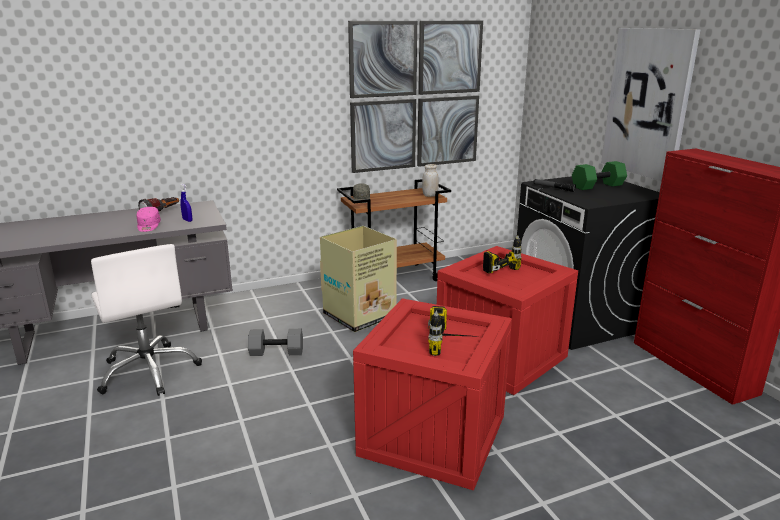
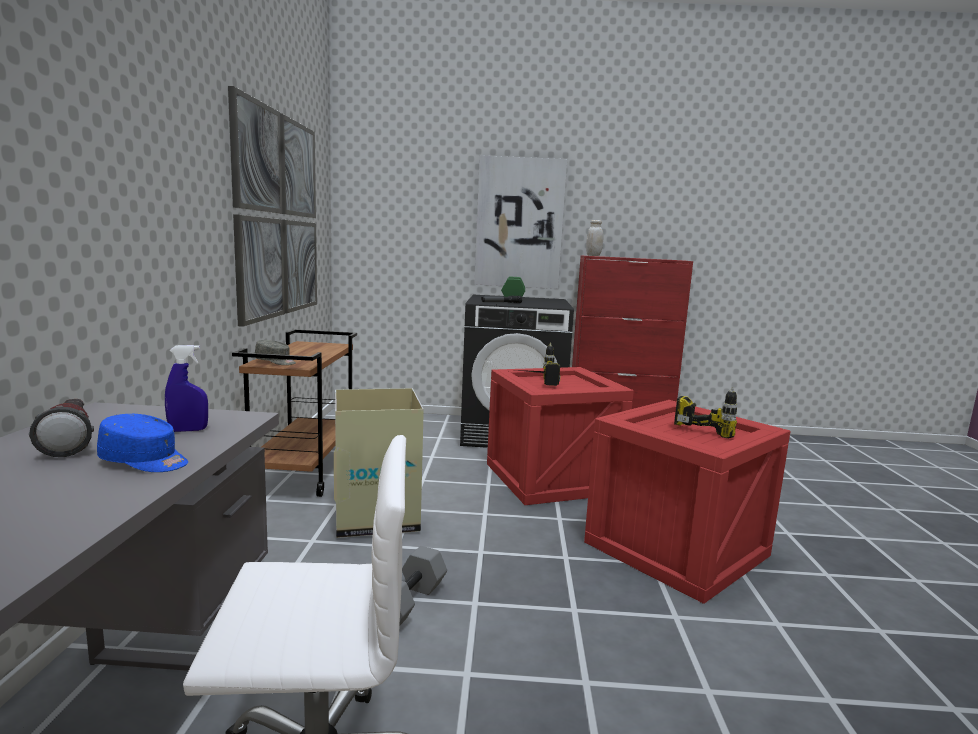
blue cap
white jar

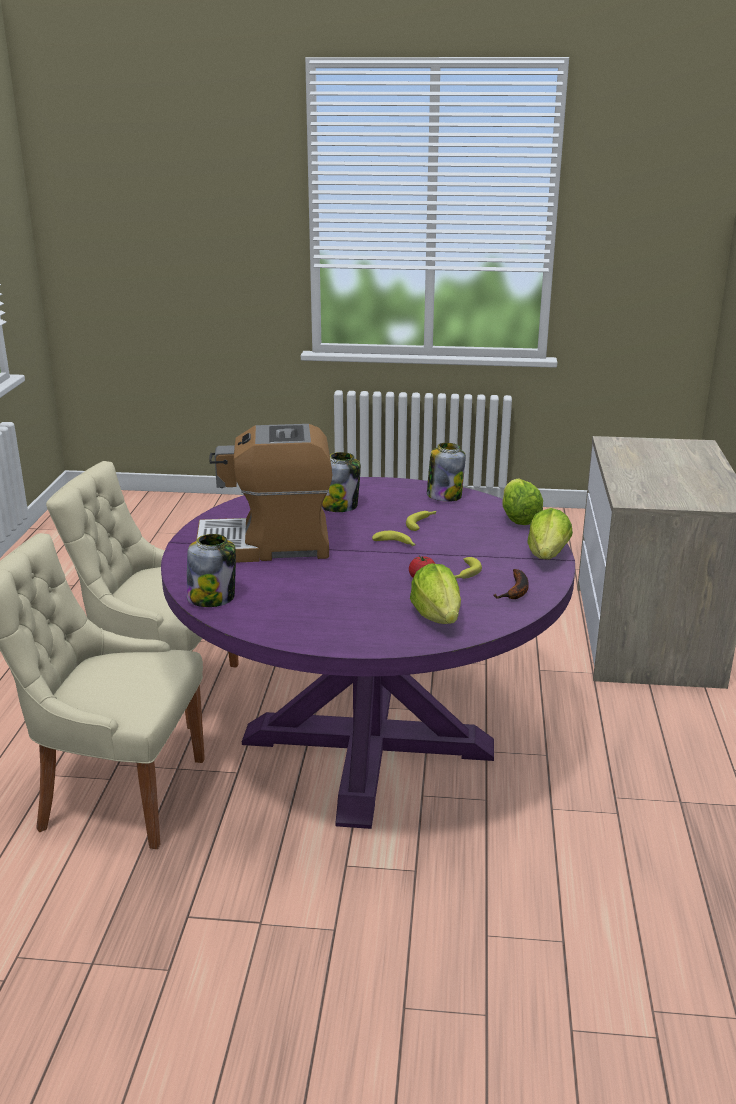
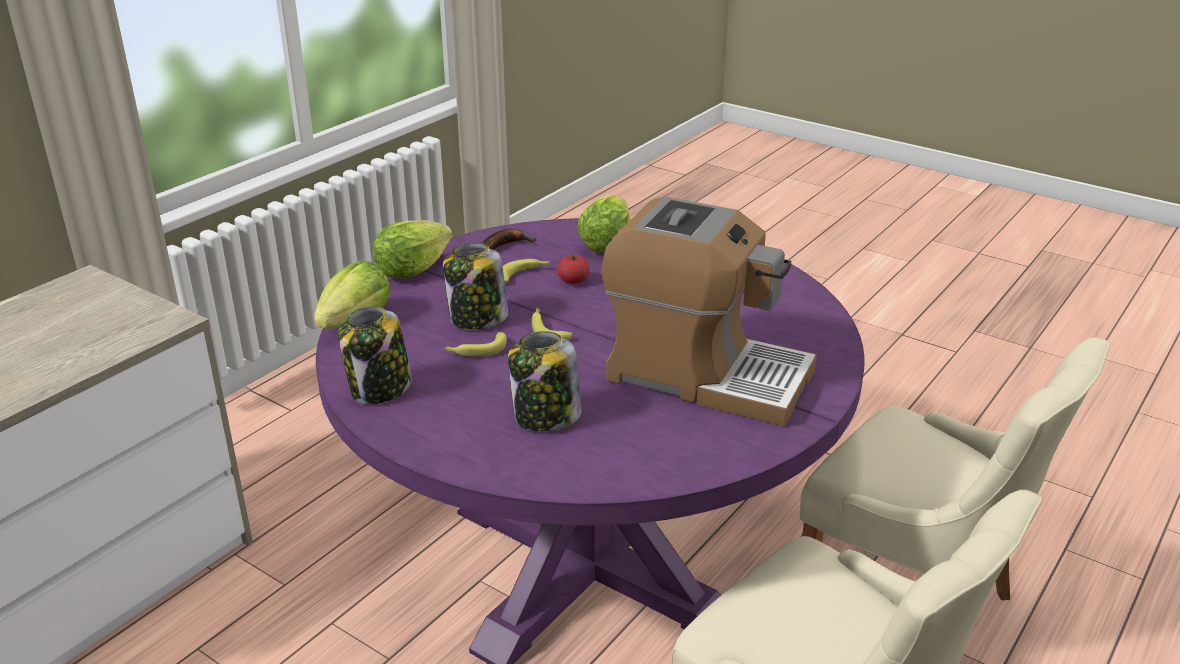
jar (2nd from left)

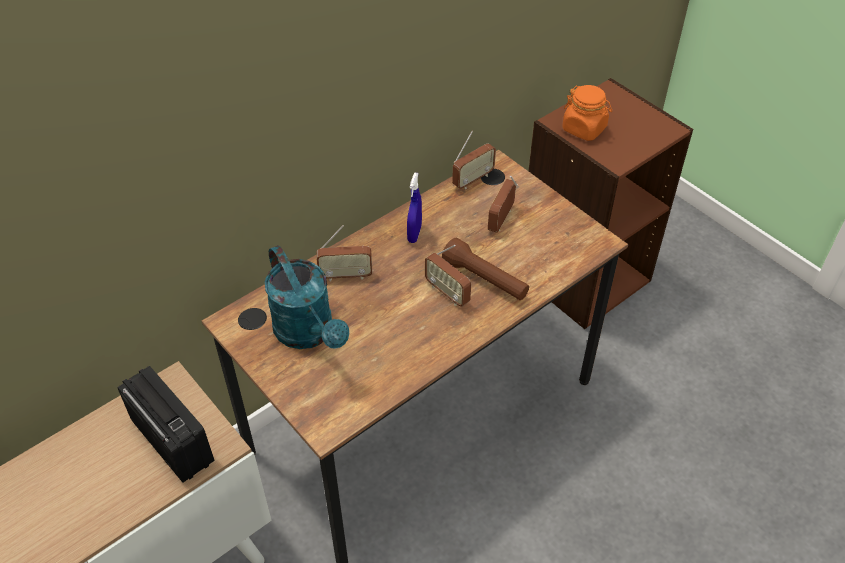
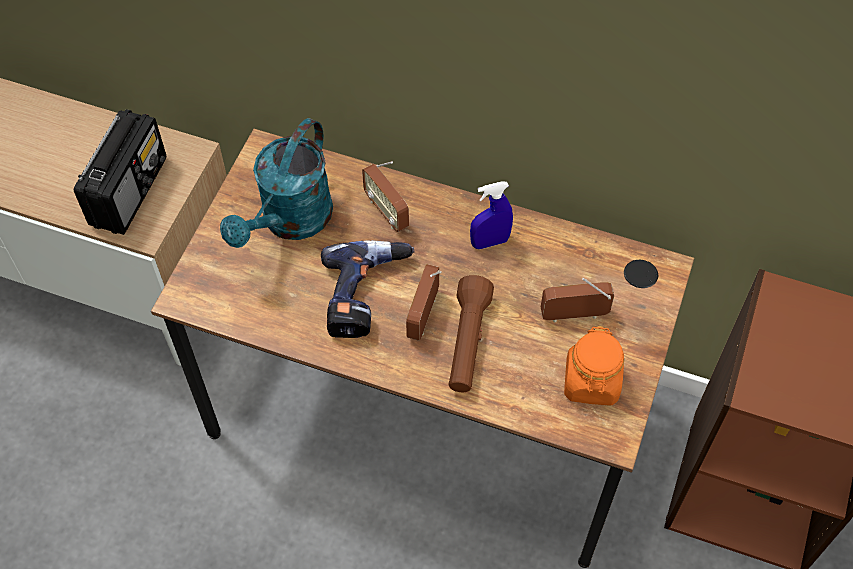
power drill
orange jar
radio (4th from left in the first image)

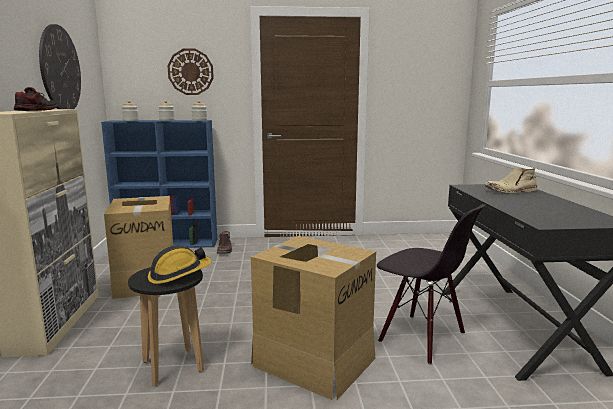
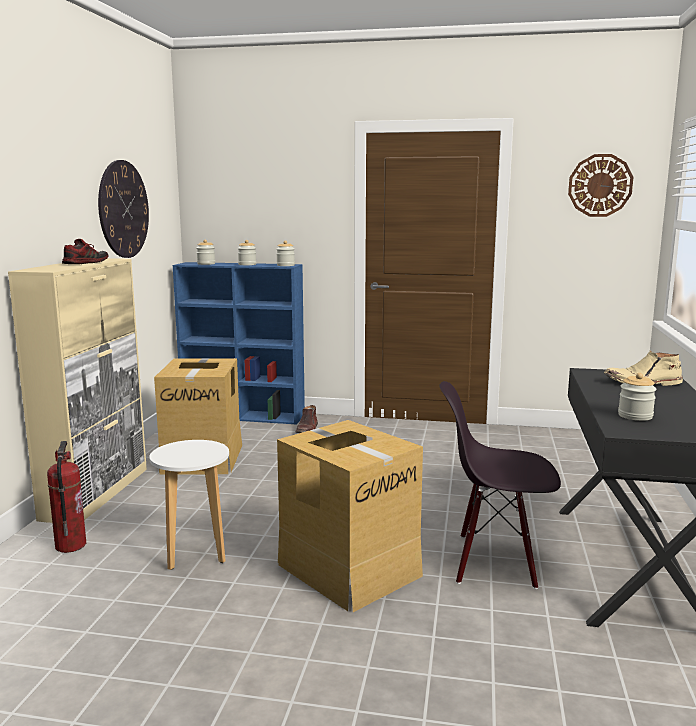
fire extinguisher
white stool
black chair
wall clock (2nd from left)
jar (4th from left)
hard hat

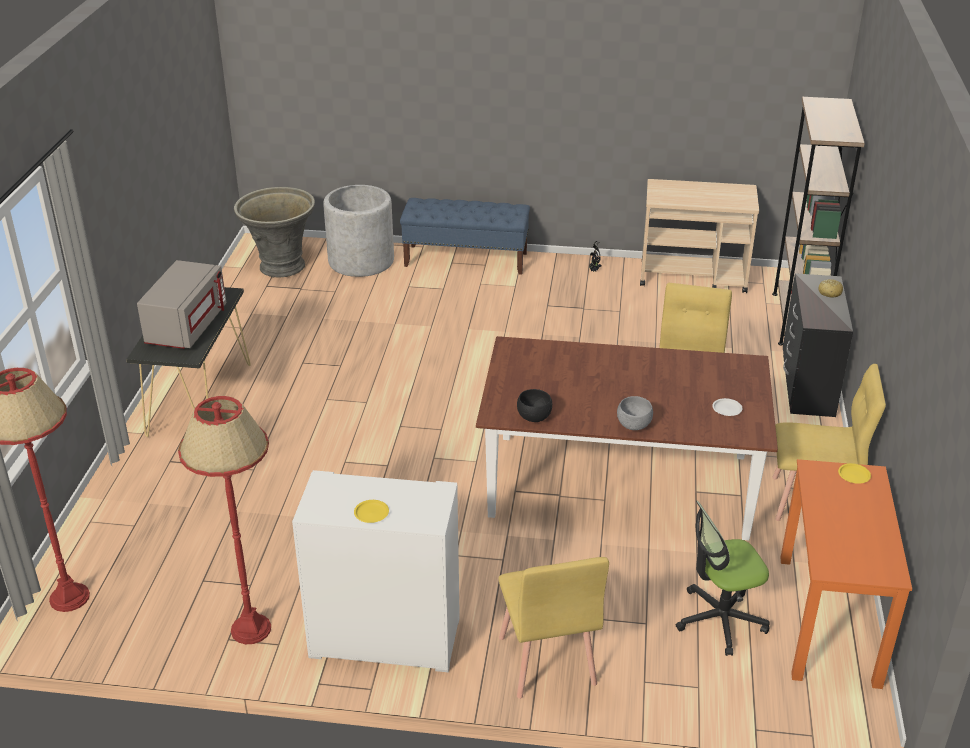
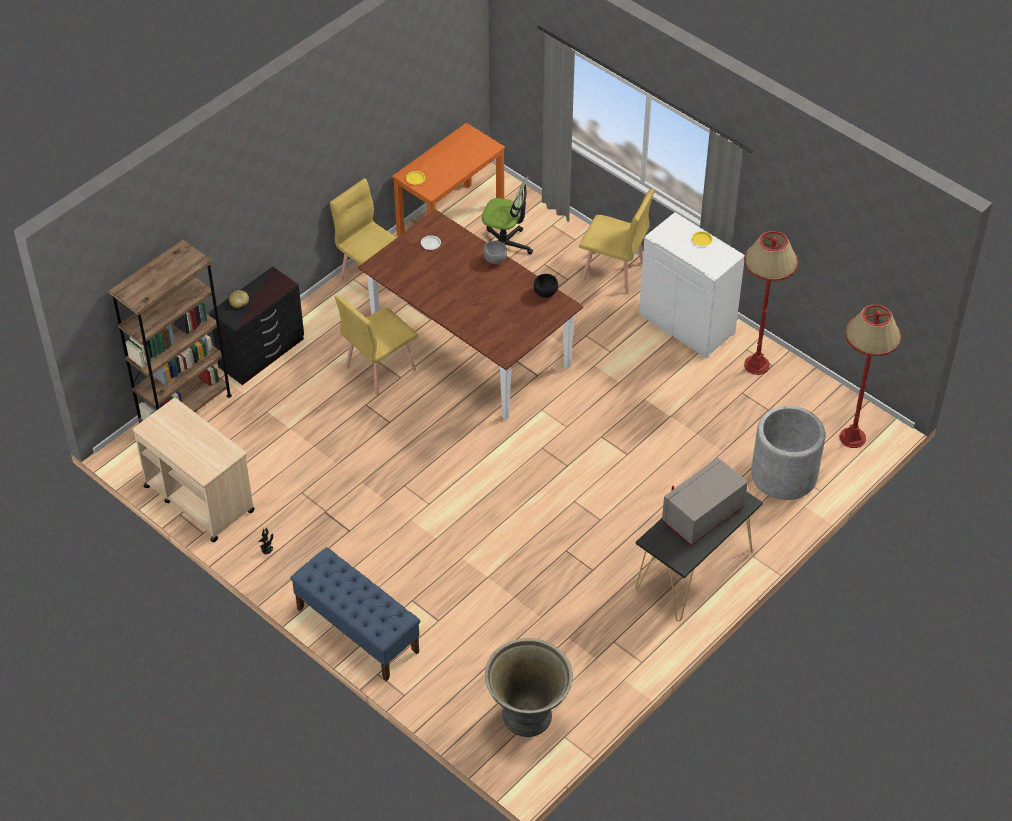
yellow chair (3rd from left)
grey planter (2nd from left)

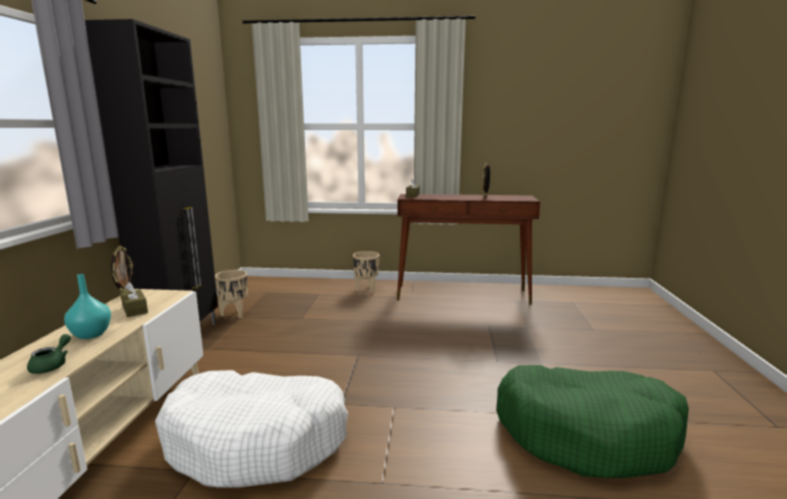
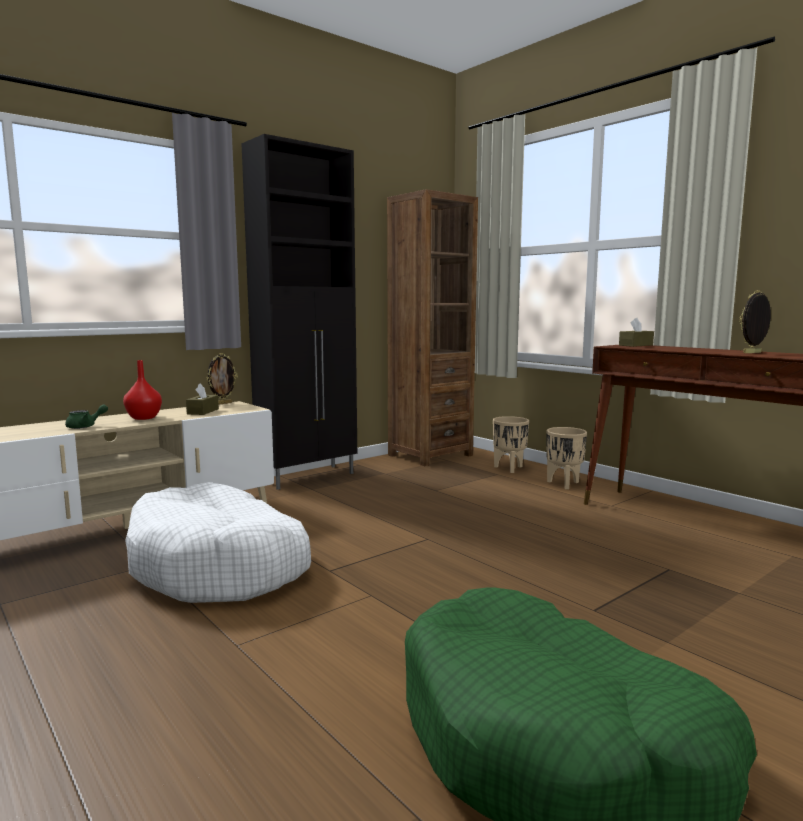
red vase
brown bookcase
beige planter (1st from left)

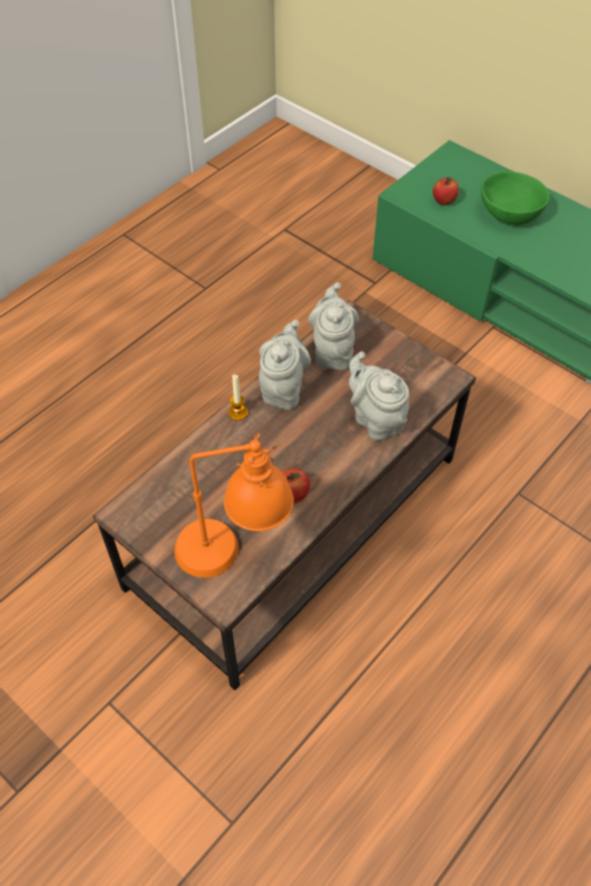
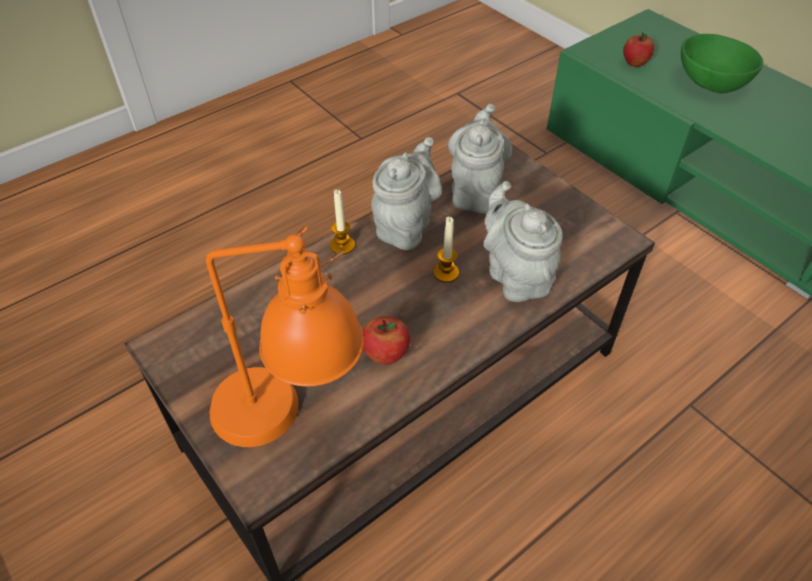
candle (2nd from left)

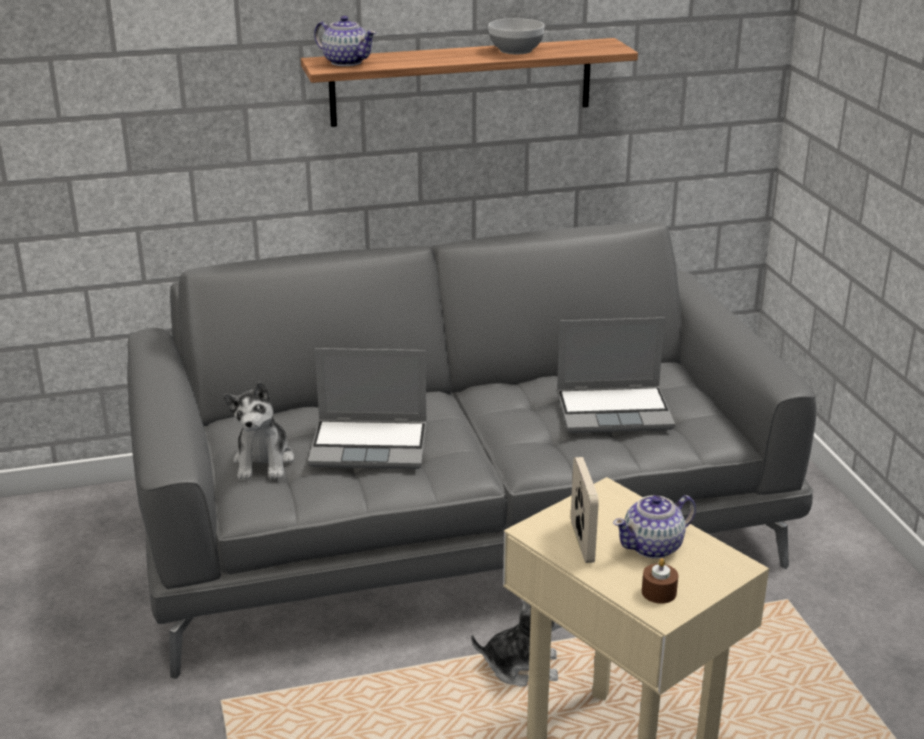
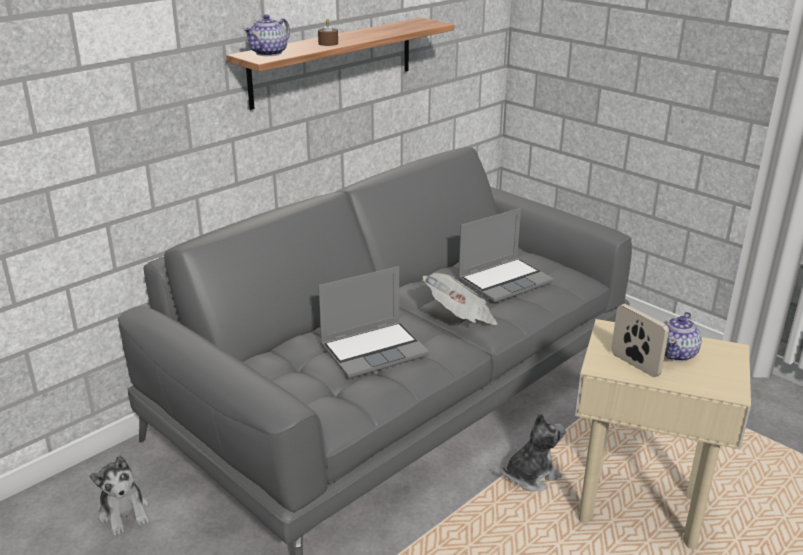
plush toy (1st from left)
teapot (1st from left)
brown candle
newspaper
bowl

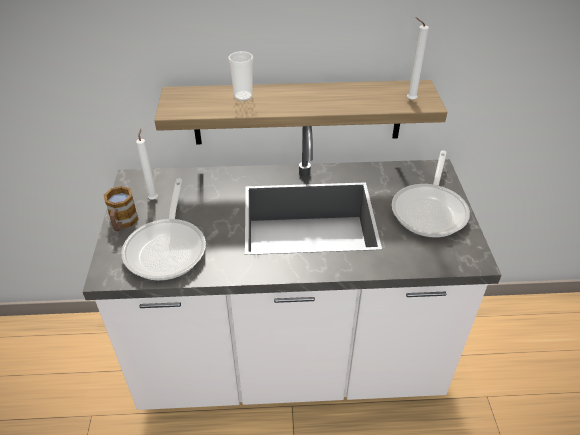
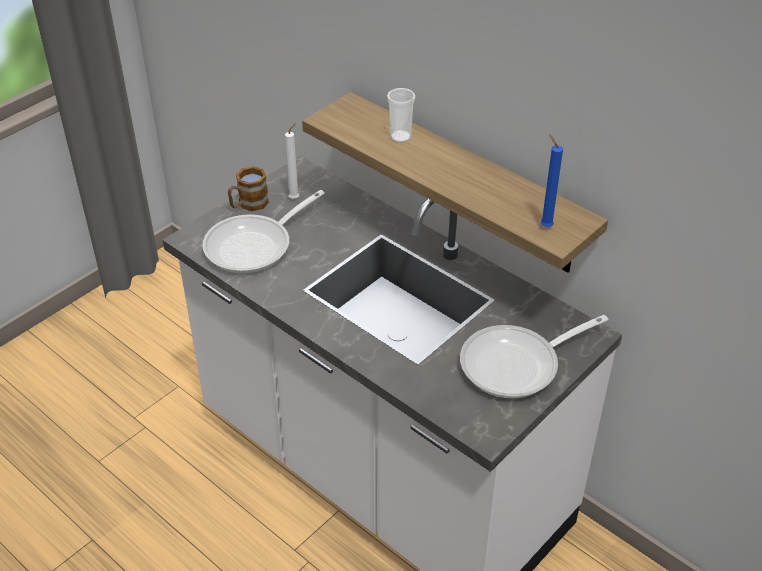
blue candle

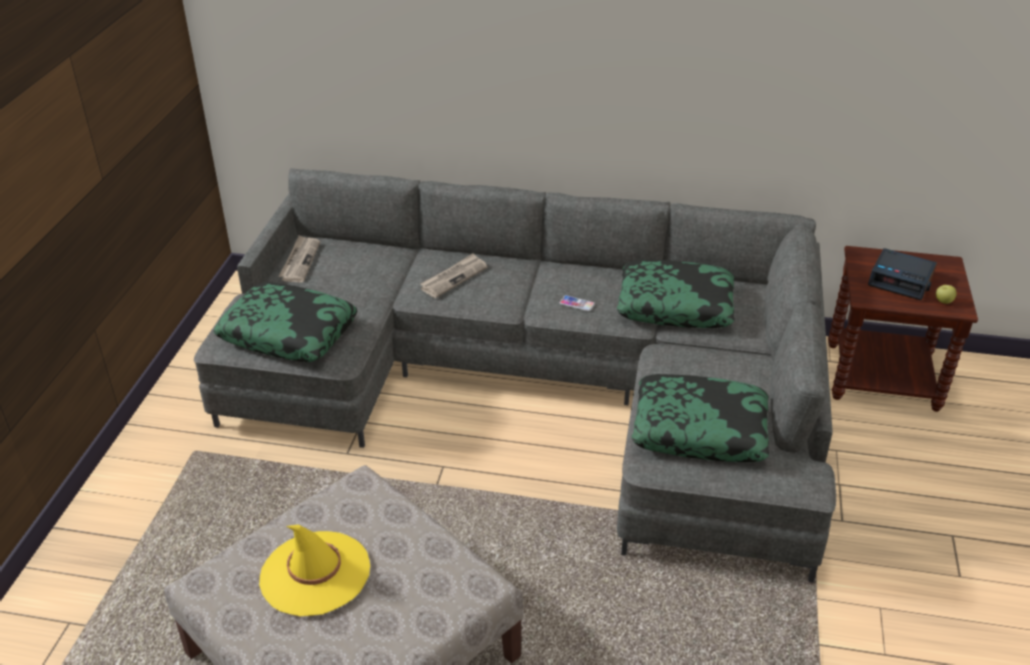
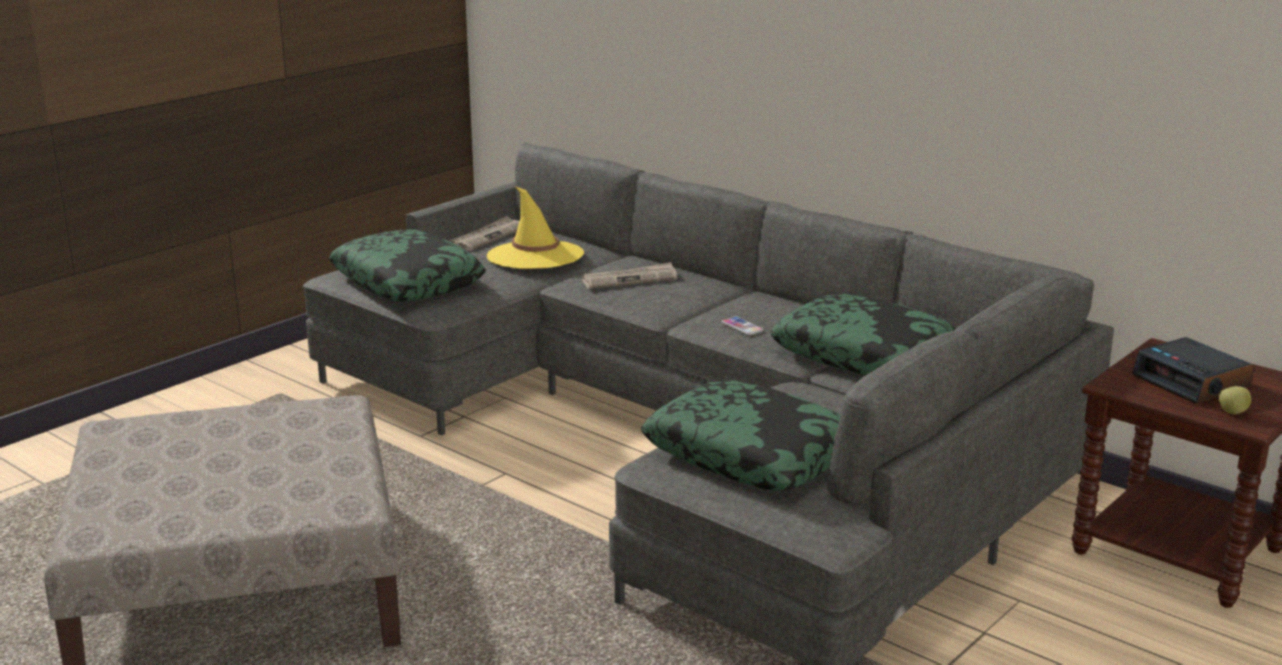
yellow hat

